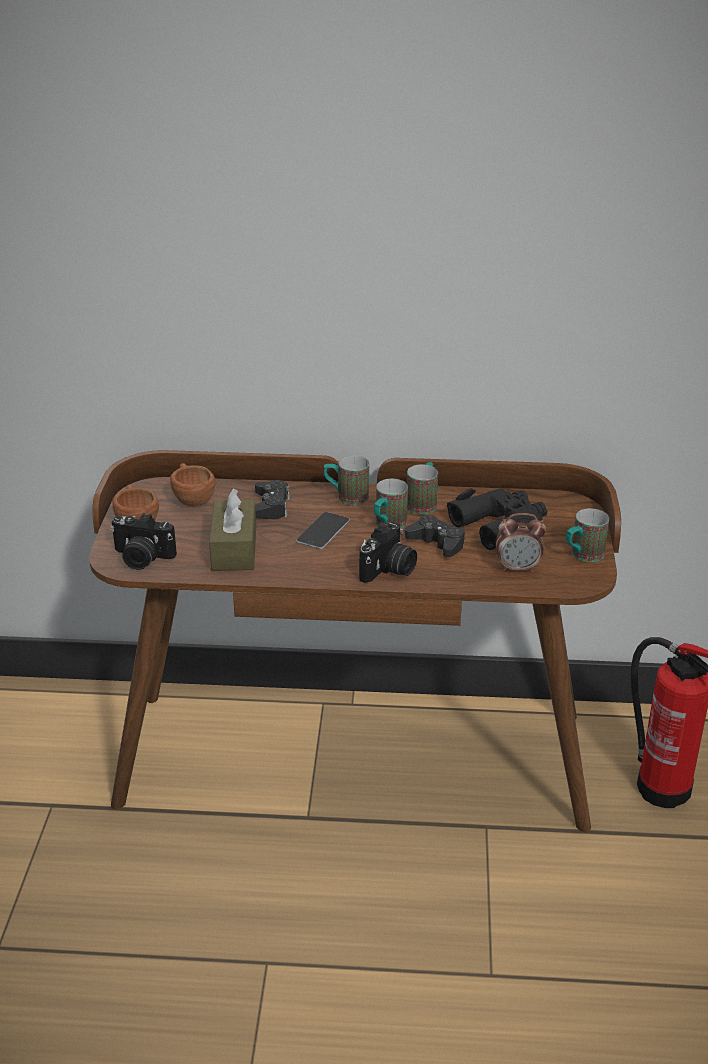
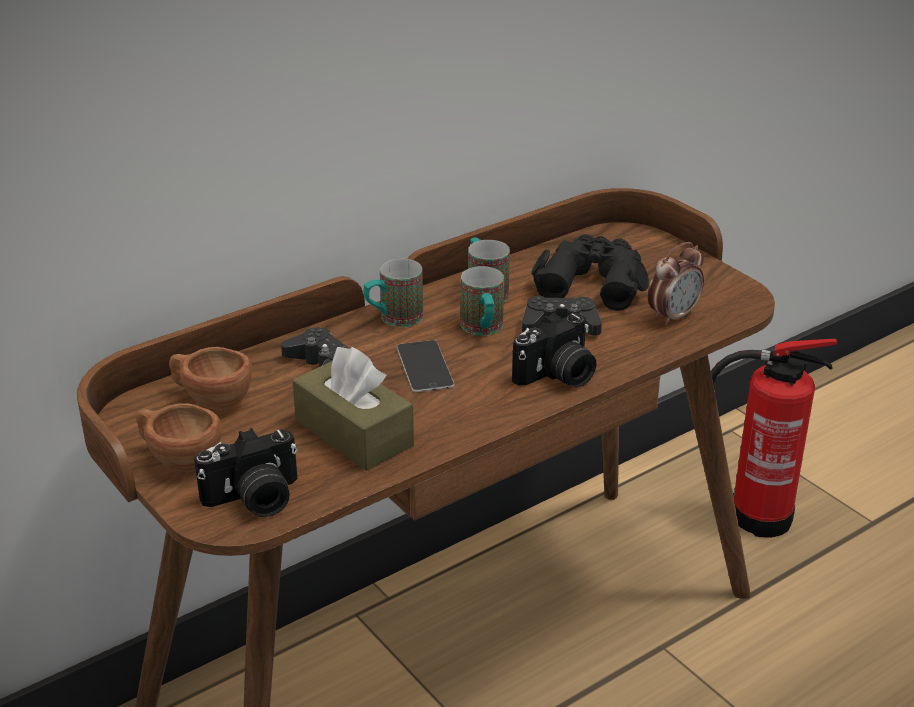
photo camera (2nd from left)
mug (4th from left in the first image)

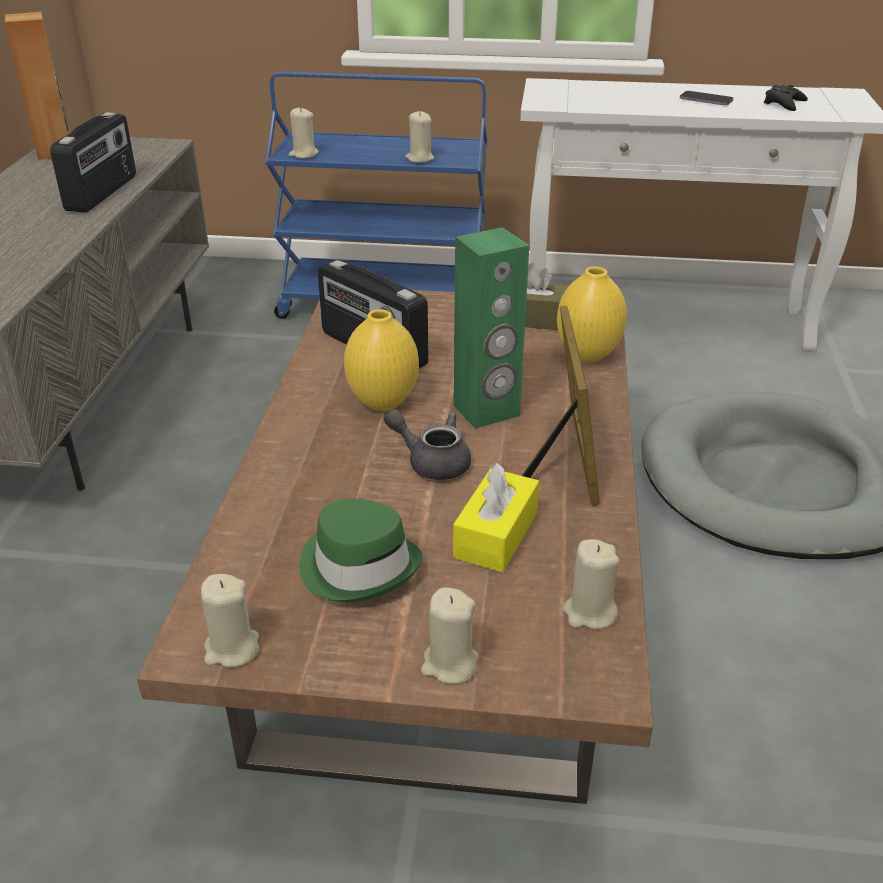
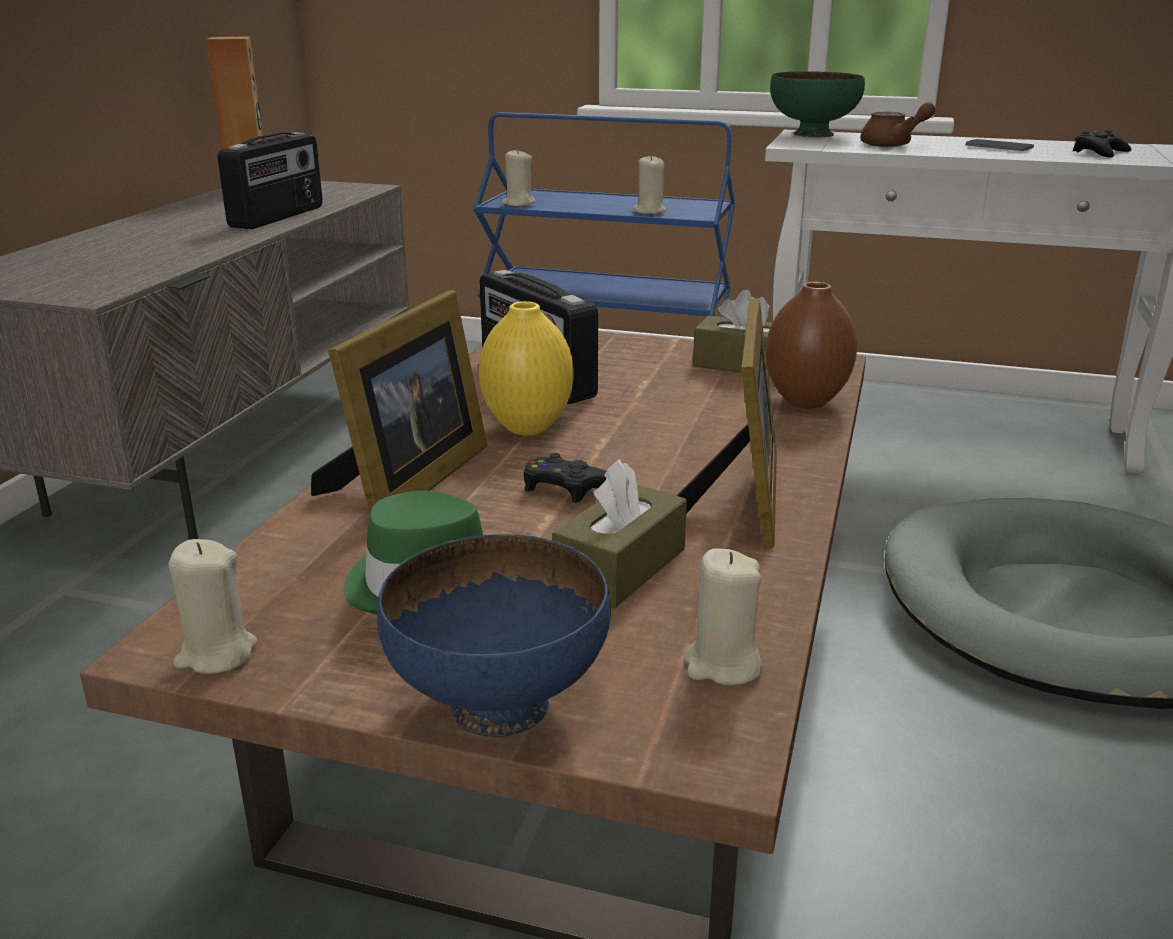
picture frame (1st from left)
blue bowl
black game controller (1st from left)
brown tissue box (1st from left)
brown vase
green bowl
brown teapot
green speaker

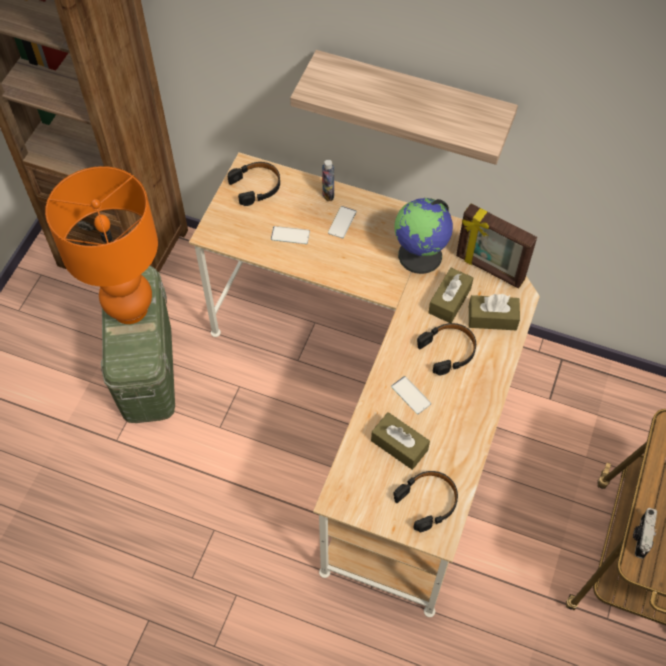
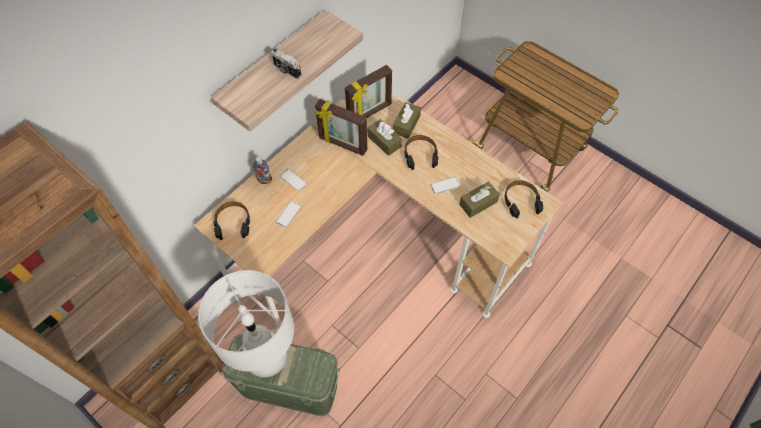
white table lamp
photo camera
picture frame (1st from left)

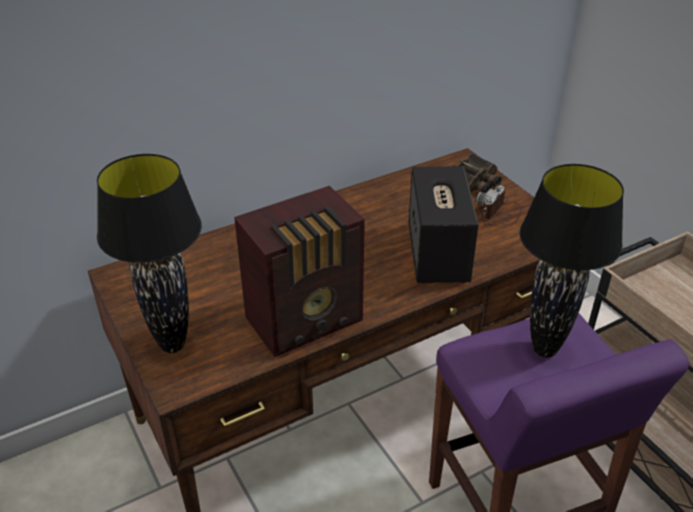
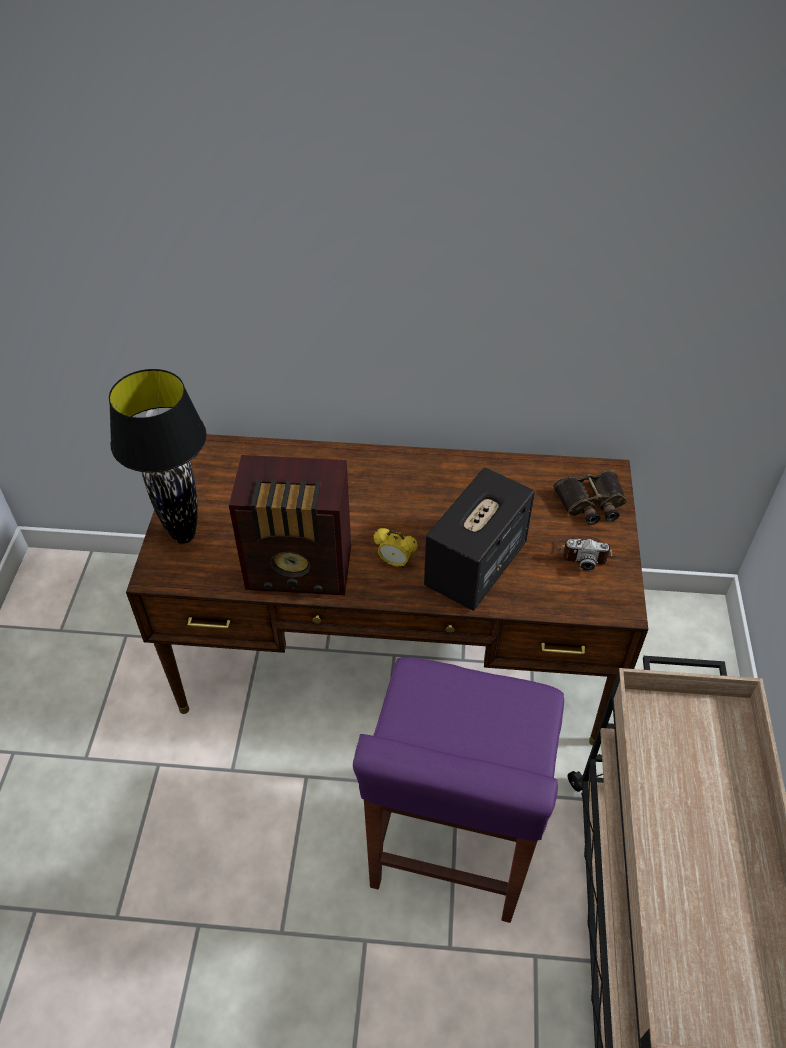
alarm clock
photo camera
black table lamp (2nd from left in the first image)

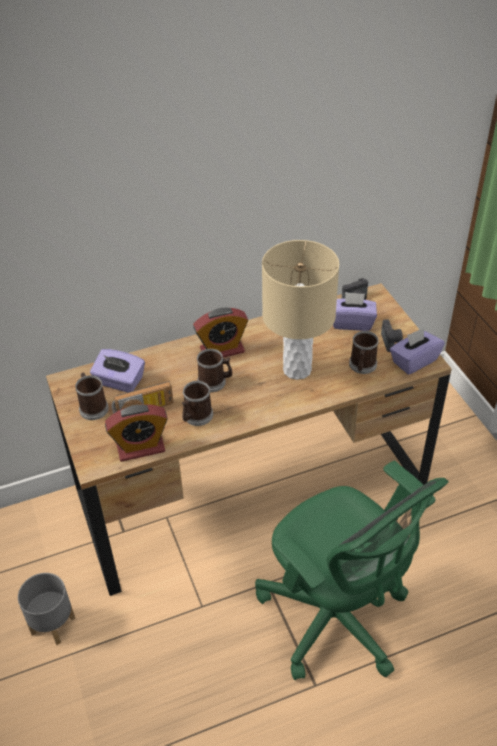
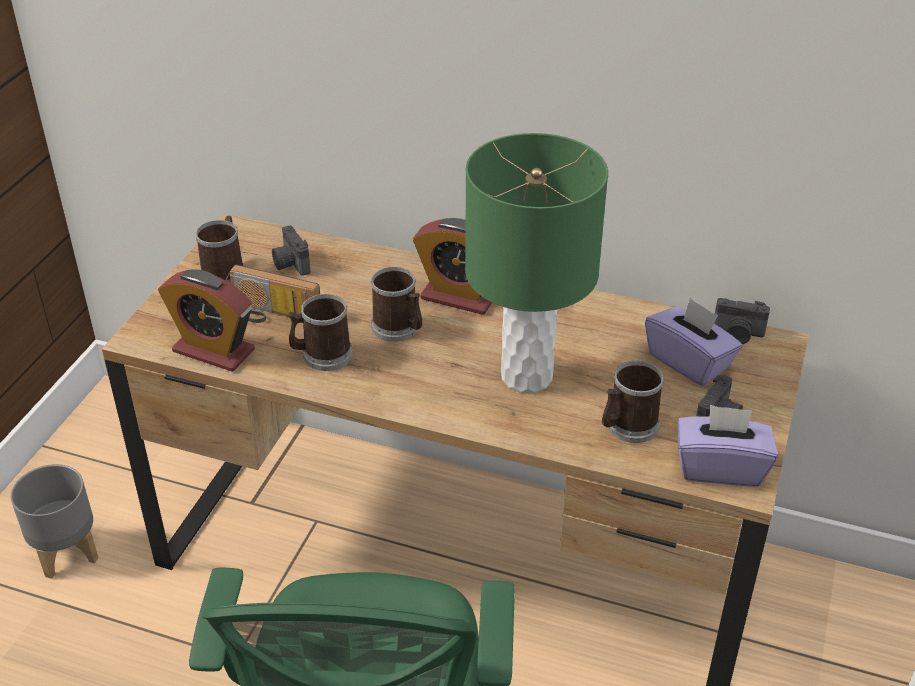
photo camera (1st from left)
green table lamp

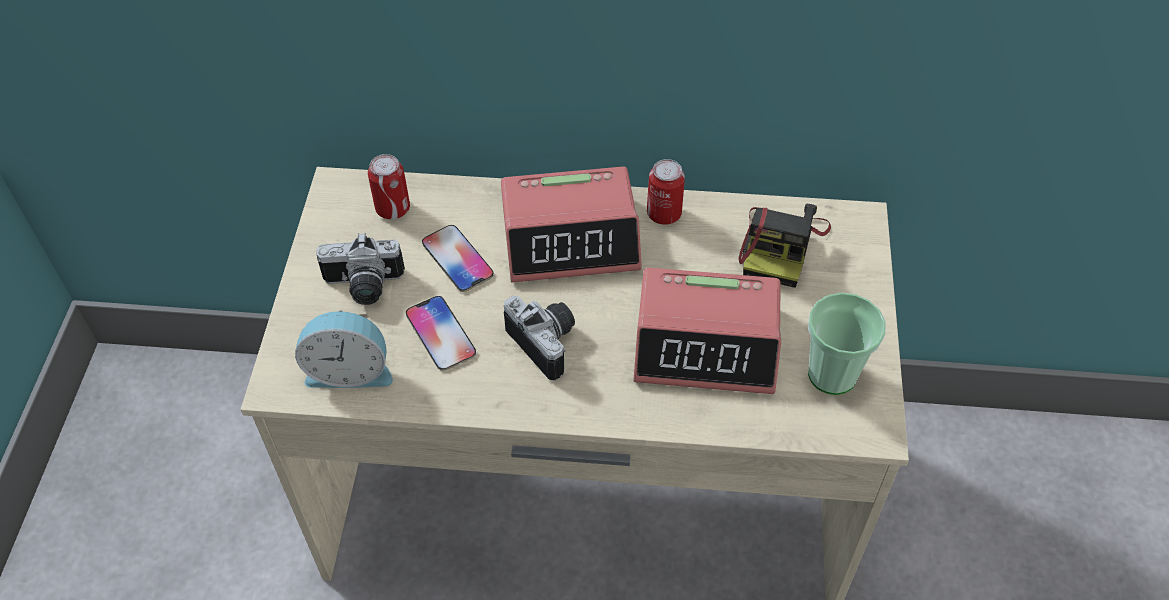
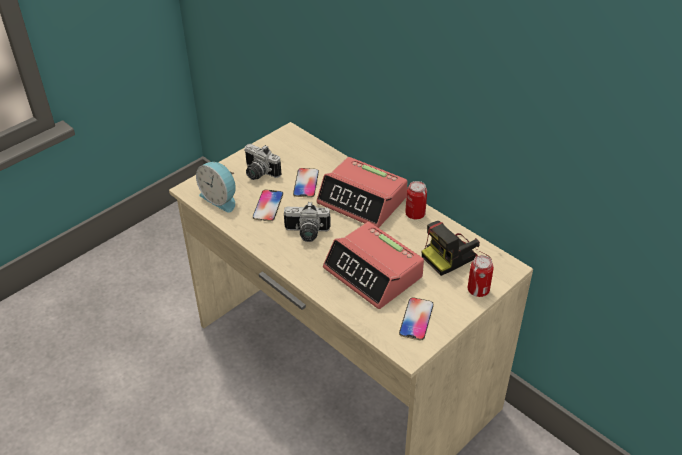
photo camera (2nd from left)
phone (3rd from left)
can (2nd from left)

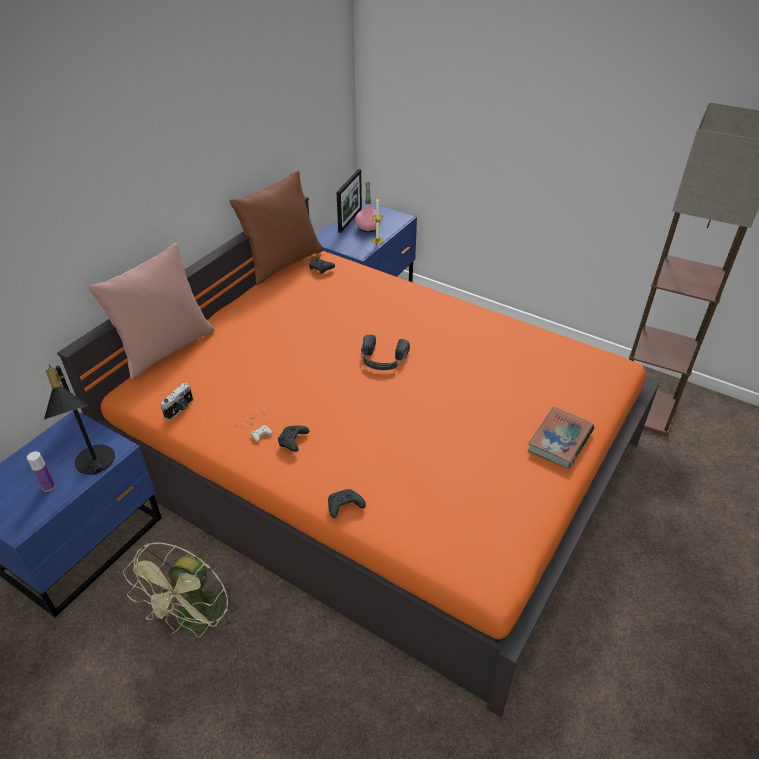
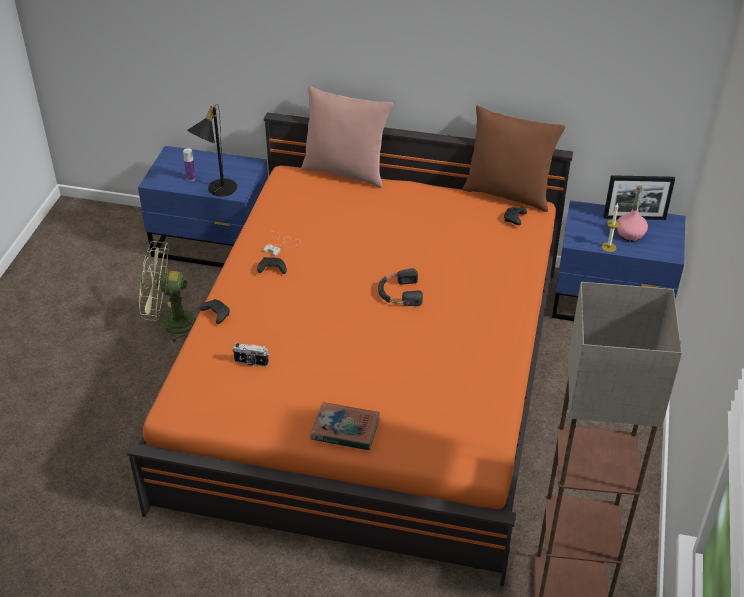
photo camera

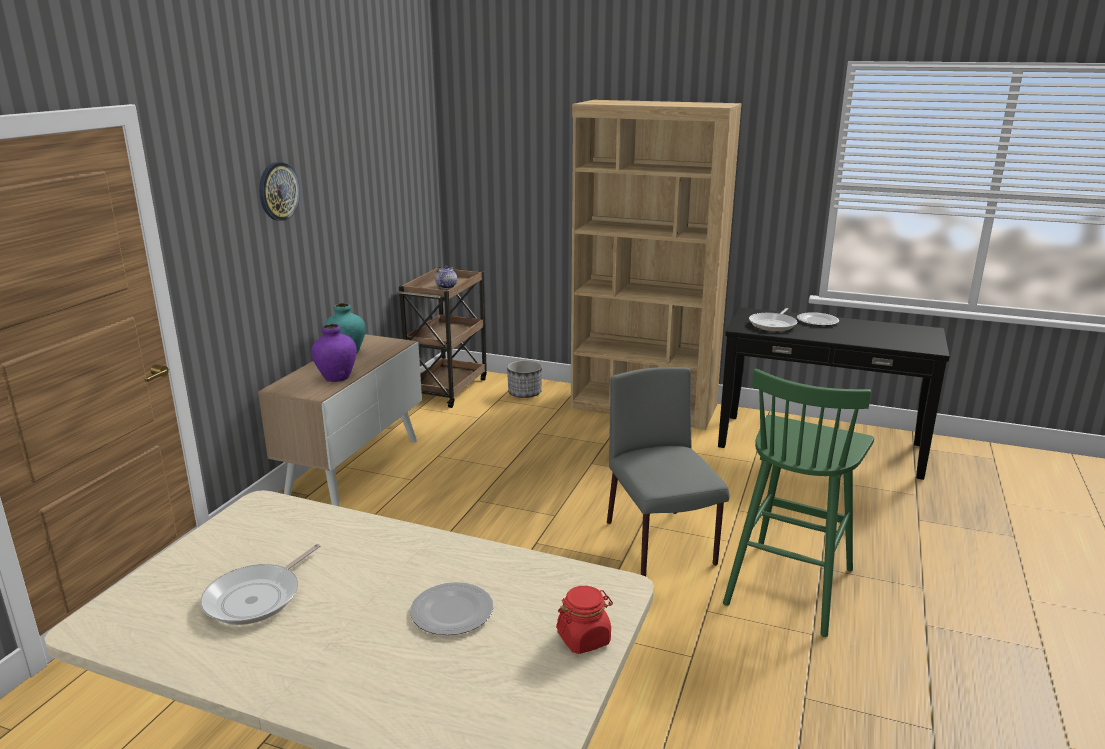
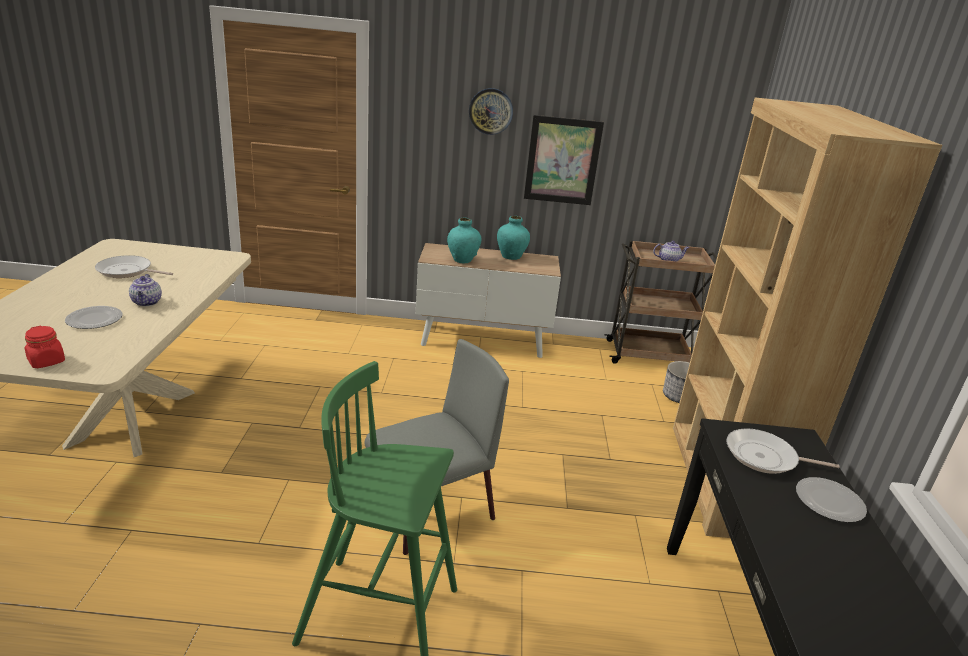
teapot (1st from left)
turquoise vase (1st from left)
picture

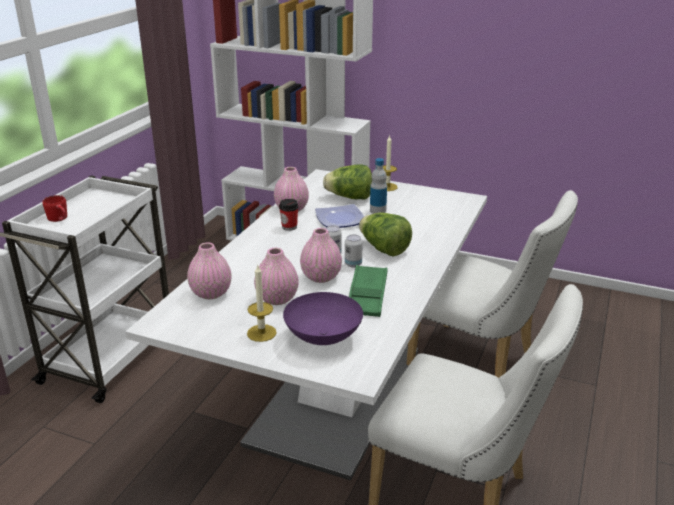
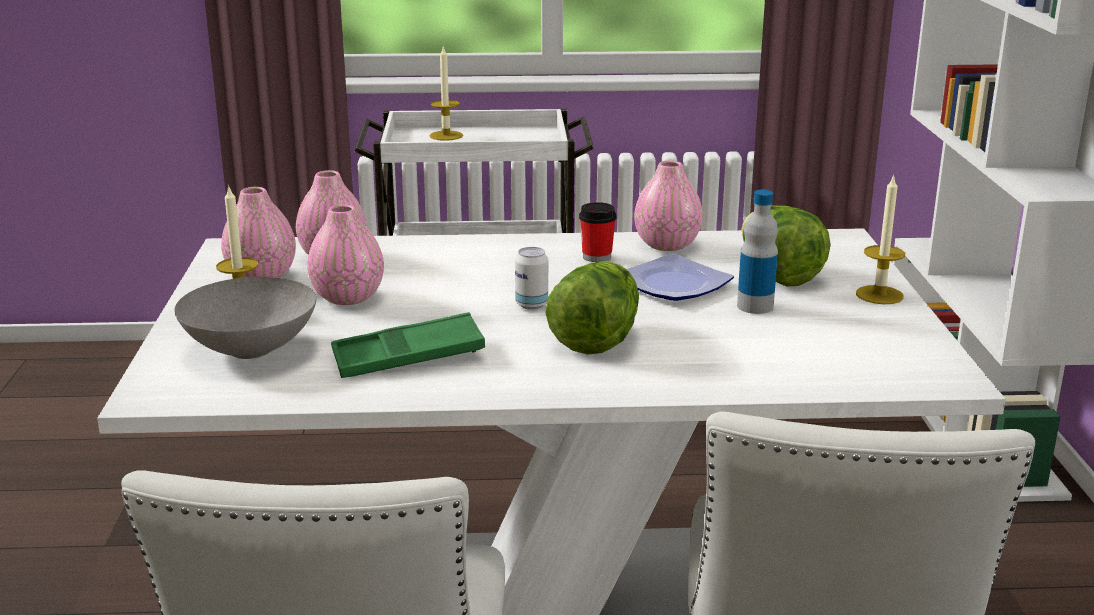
grey bowl
pink vase (1st from left)
candle (2nd from left)
can (2nd from left in the first image)

